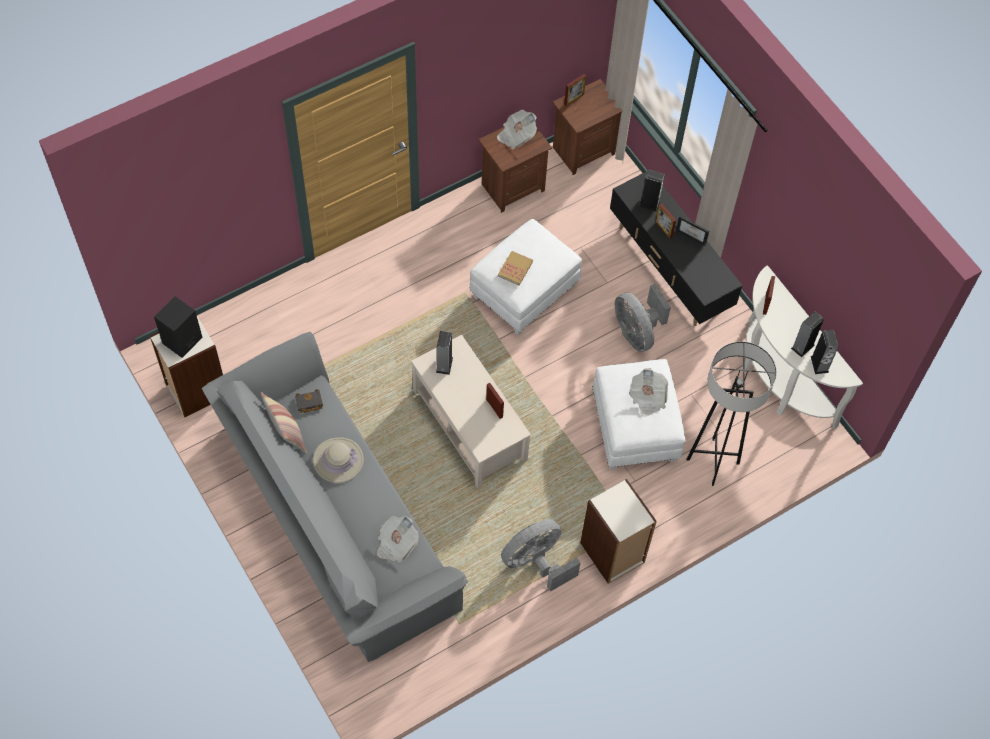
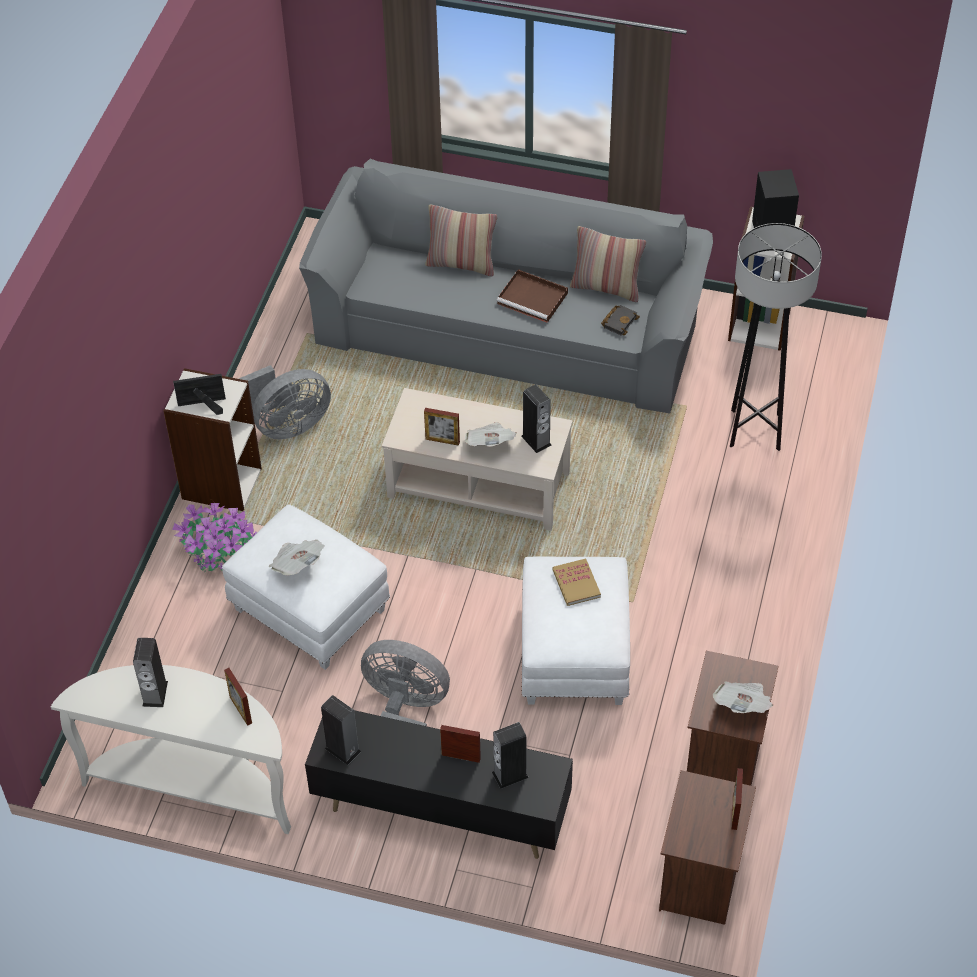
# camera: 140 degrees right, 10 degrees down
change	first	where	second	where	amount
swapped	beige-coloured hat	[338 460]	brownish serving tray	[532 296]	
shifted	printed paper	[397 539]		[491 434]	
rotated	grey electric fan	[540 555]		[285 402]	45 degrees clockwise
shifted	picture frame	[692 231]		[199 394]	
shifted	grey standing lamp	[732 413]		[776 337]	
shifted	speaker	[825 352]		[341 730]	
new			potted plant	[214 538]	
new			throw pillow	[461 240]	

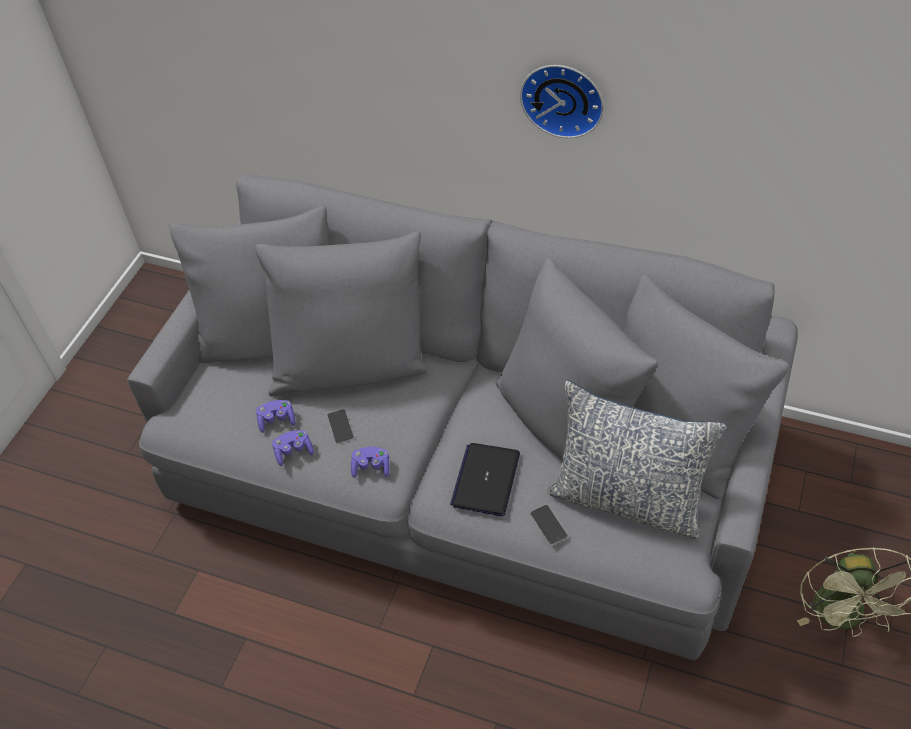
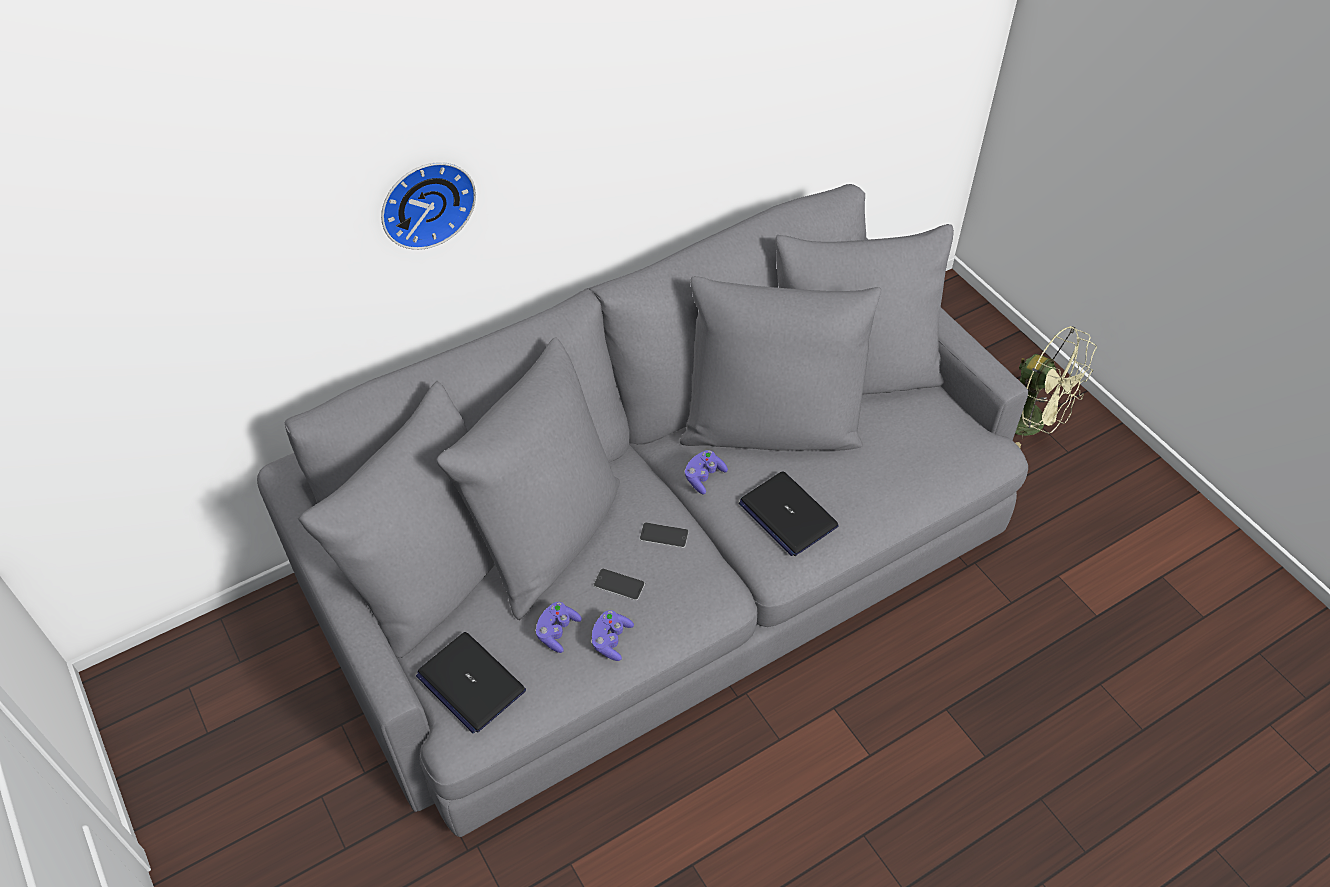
# camera: 55 degrees left, 0 degrees up
change	first	where	second	where	amount
shifted	purple-coloured gamepad	[370 462]		[706 472]	
shifted	clock on the wall	[562 101]		[428 206]	
shifted	telephone	[549 525]		[664 535]	
gone	throw pillow	[637 459]			
new			notebook computer	[471 682]	

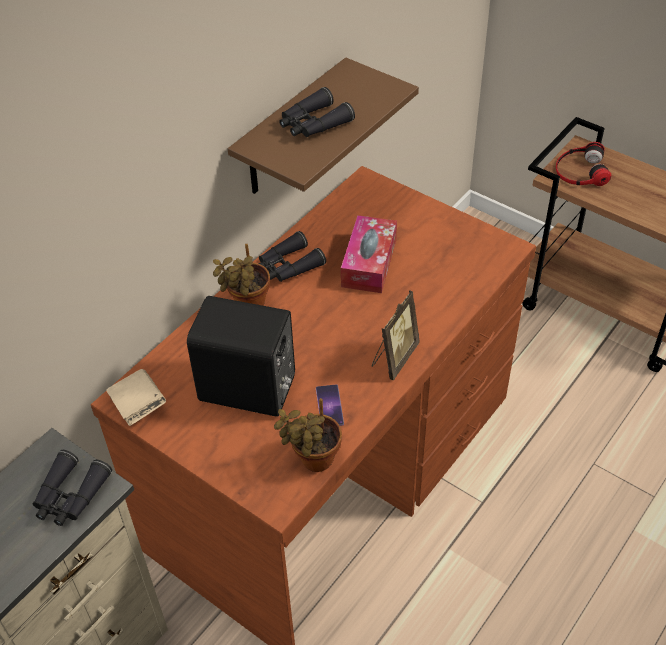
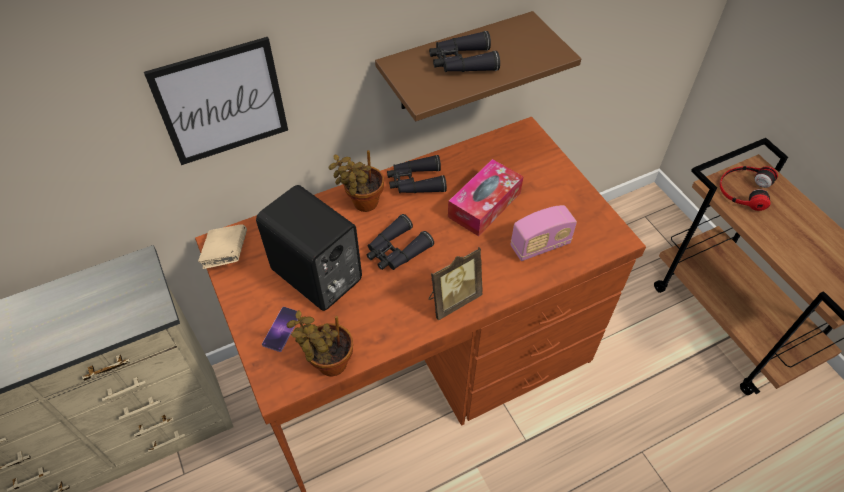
# camera: 25 degrees right, 5 degrees up
change	first	where	second	where	amount
shifted	black pair of binoculars	[72 488]		[400 242]	
shifted	telephone	[330 405]		[280 329]	
new			picture	[216 101]	
new			radio set	[544 233]	

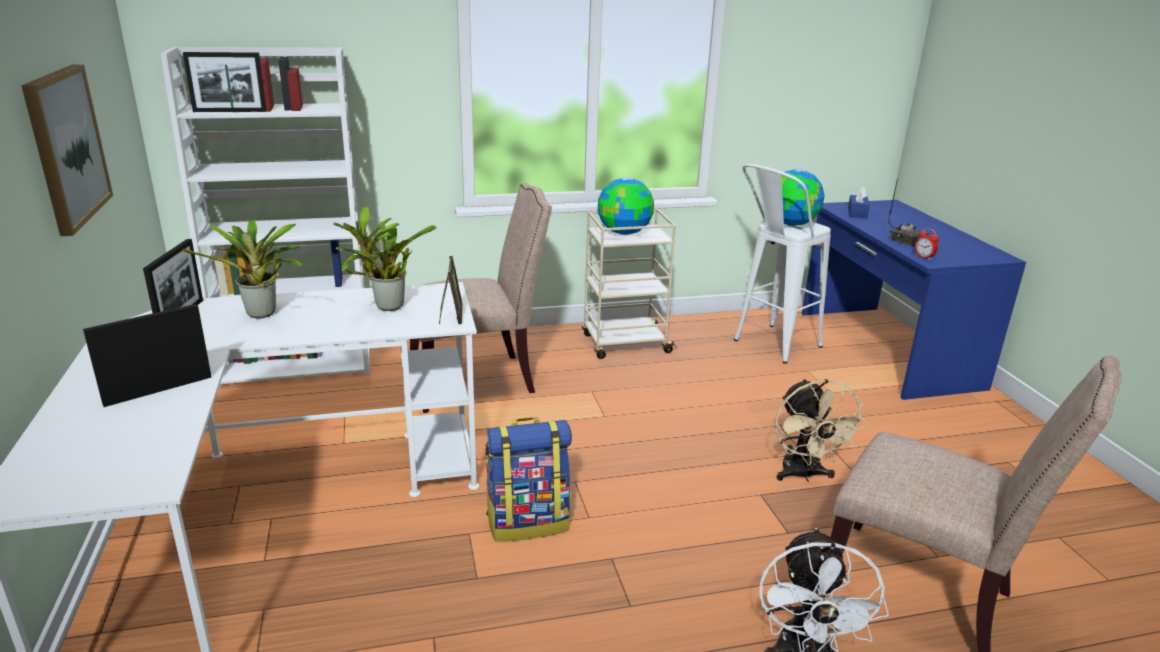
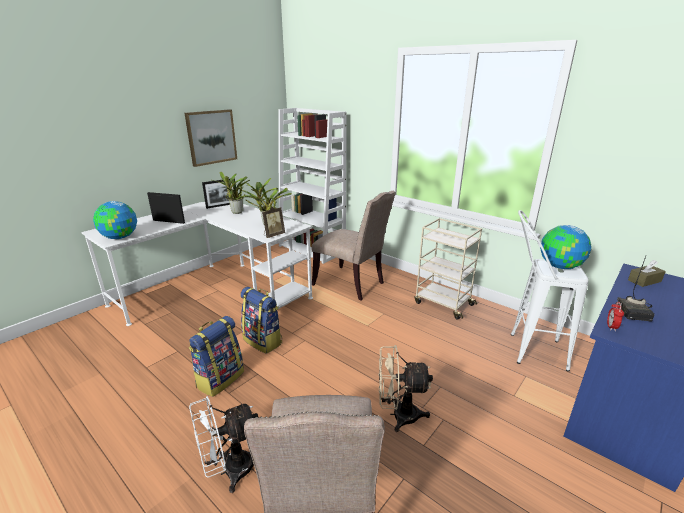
# camera: 55 degrees right, 0 degrees up
change	first	where	second	where	amount
gone	picture frame	[225 82]			
shifted	desk globe	[626 206]		[115 220]	
rotated	beige-coloured electric fan	[821 430]		[406 388]	45 degrees clockwise
repainted	blue-coloured tissue holder	[859 202]	brownish tissue holder	[647 273]	
new			knapsack	[216 356]	

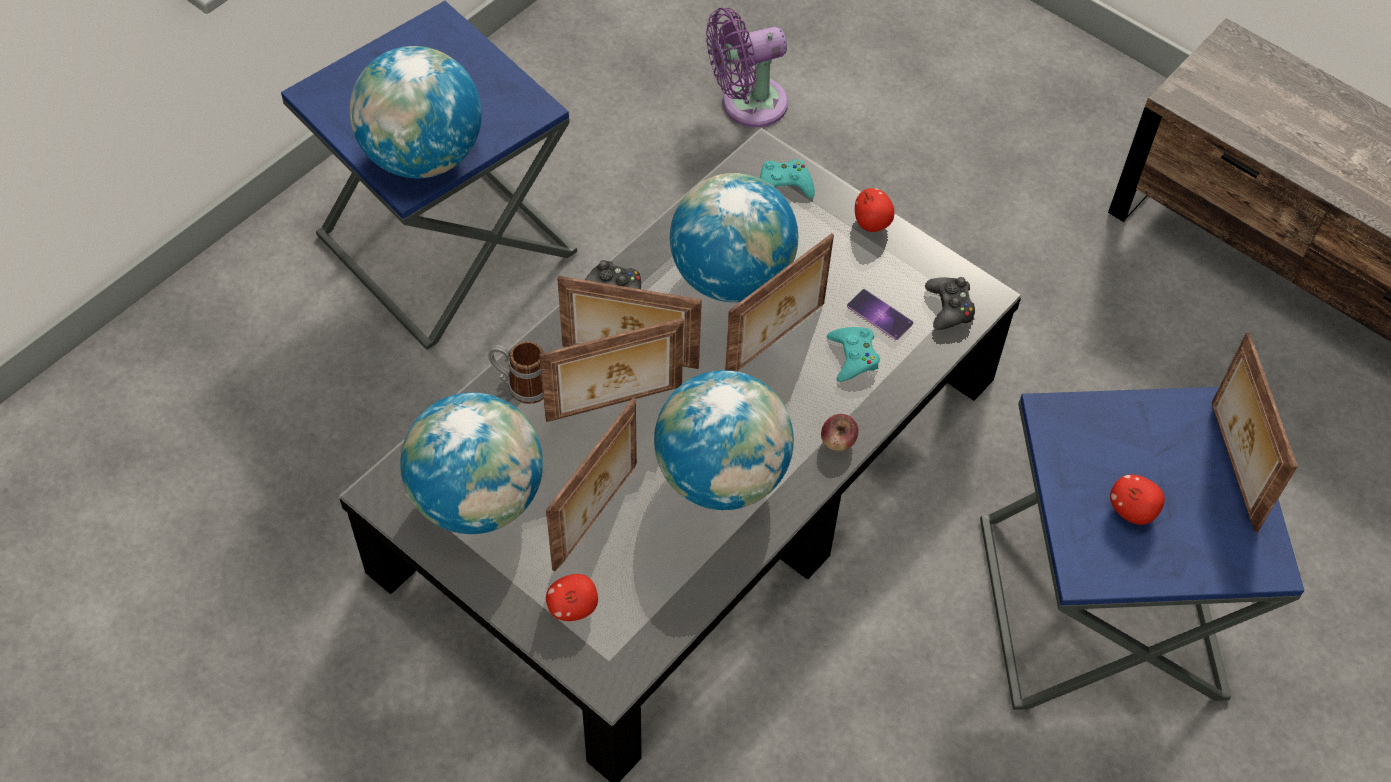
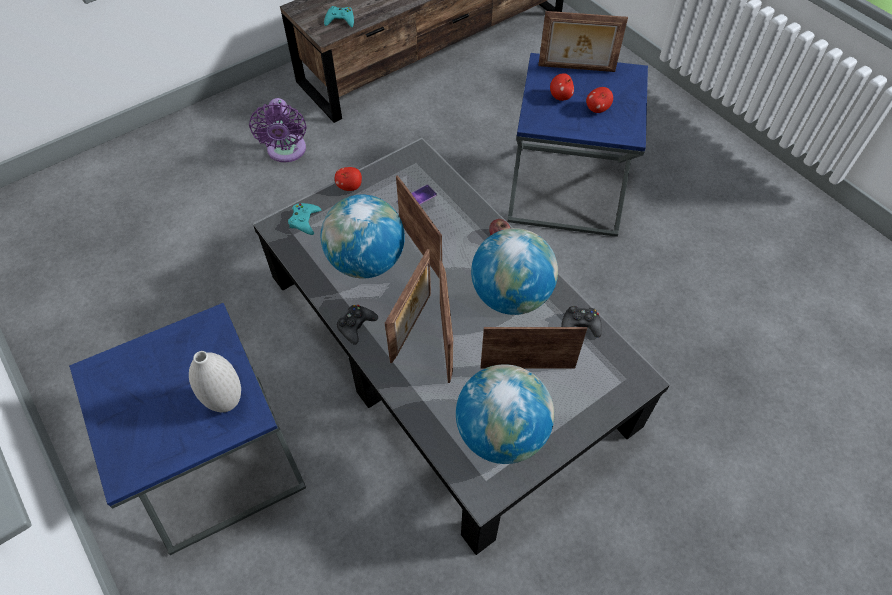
# camera: 75 degrees left, 0 degrees up
change	first	where	second	where	amount
swapped	desk globe	[416 112]	whitish flower vase	[215 381]	
gone	coffee mug	[516 372]			
rotated	picture frame	[591 485]		[534 348]	45 degrees counterclockwise
shifted	apple	[572 597]		[562 87]	
shifted	purple-coloured electric fan	[747 67]		[277 130]	
shifted	blue-green gamepad	[853 354]		[339 16]	
shifted	black gamepad	[950 303]		[581 322]	

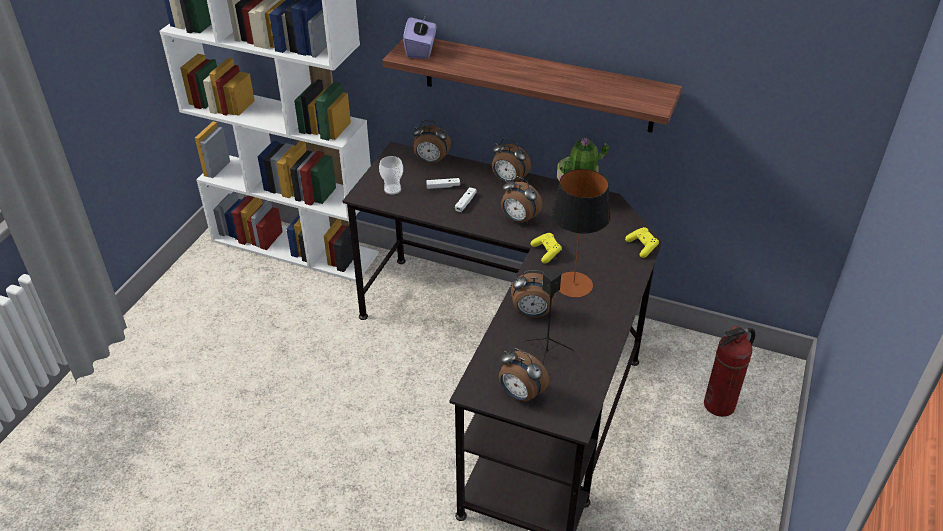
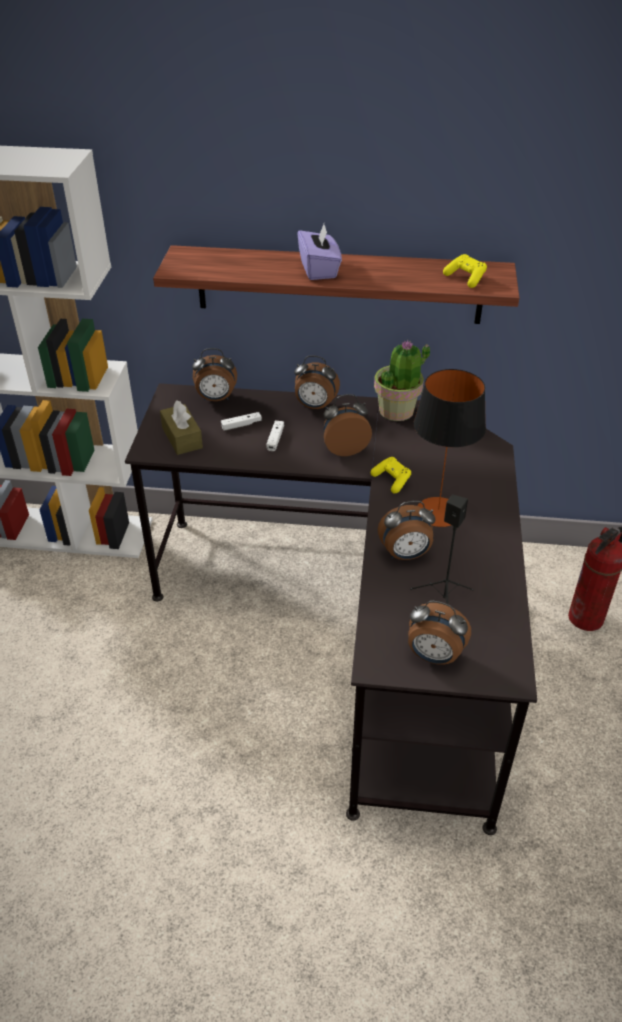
# camera: 15 degrees left, 0 degrees up
change	first	where	second	where	amount
swapped	cup	[391 175]	brownish tissue holder	[181 427]	
shifted	purple-coloured tissue holder	[419 37]		[319 252]	
rotated	bedside clock	[521 200]		[348 425]	150 degrees clockwise
shifted	yellow gamepad	[642 242]		[465 271]	

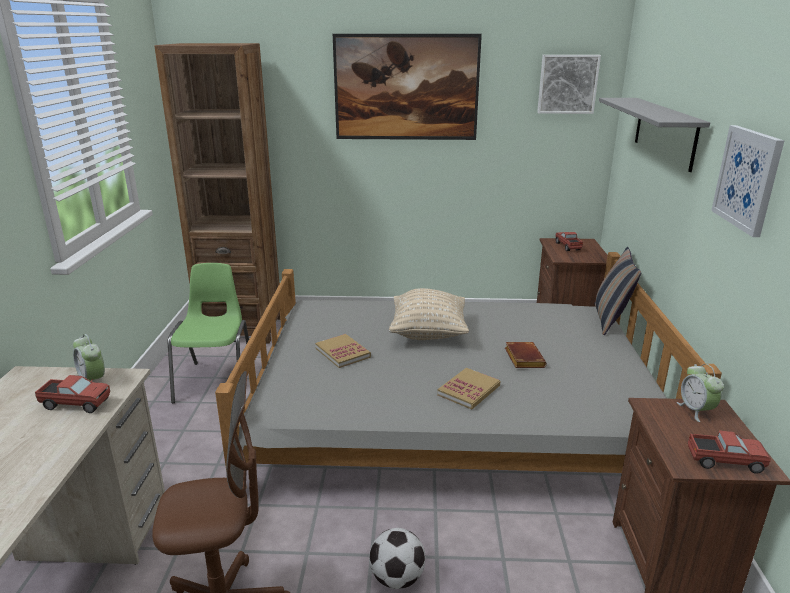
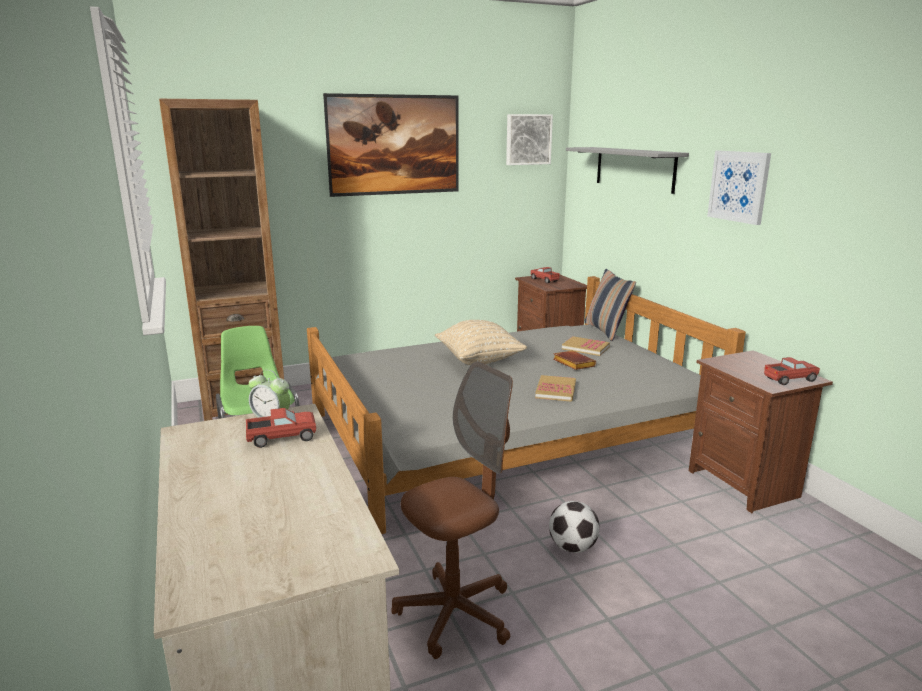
# camera: 25 degrees left, 5 degrees down
change	first	where	second	where	amount
shifted	book	[343 351]		[586 346]	
gone	bedside clock	[700 393]			

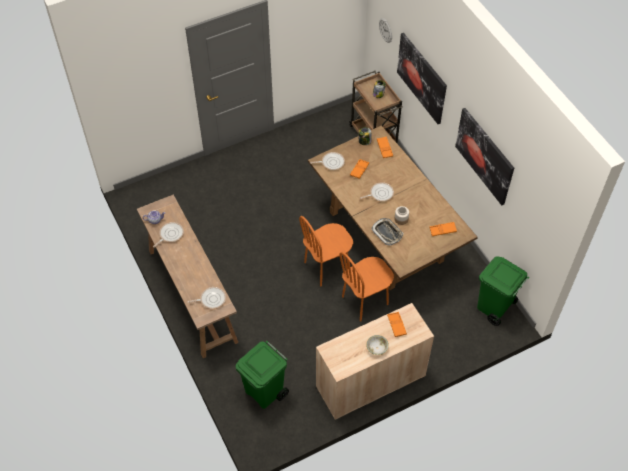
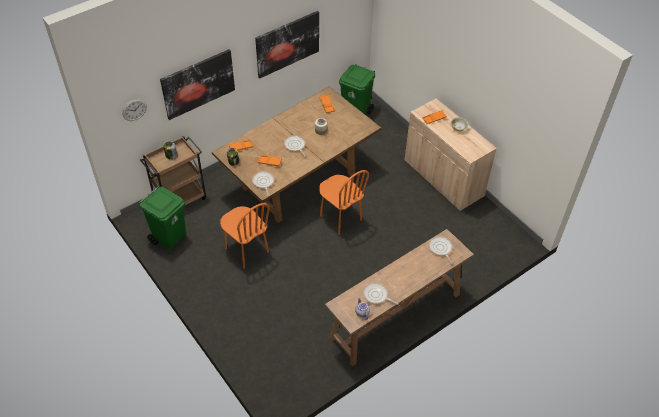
# camera: 100 degrees left, 5 degrees down
change	first	where	second	where	amount
shifted	green rubbish bin	[262 375]		[162 218]	
shifted	orange-coloured upright chair	[366 286]		[245 236]	
gone	serving tray	[387 232]			

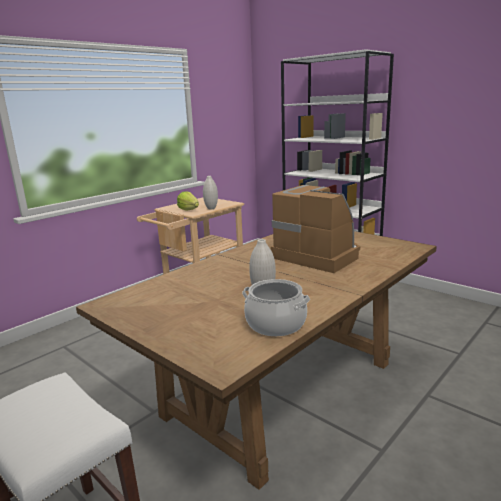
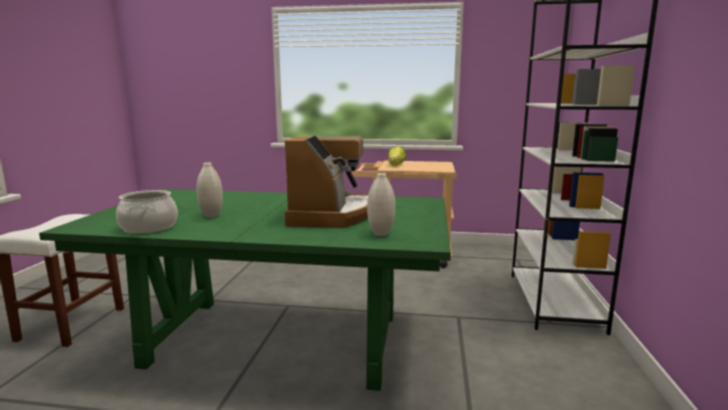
# camera: 55 degrees right, 5 degrees down
change	first	where	second	where	amount
repainted	brownish dinner table	[256 360]	green dinner table	[245 290]	
shifted	whitish flower vase	[210 192]		[381 204]	

